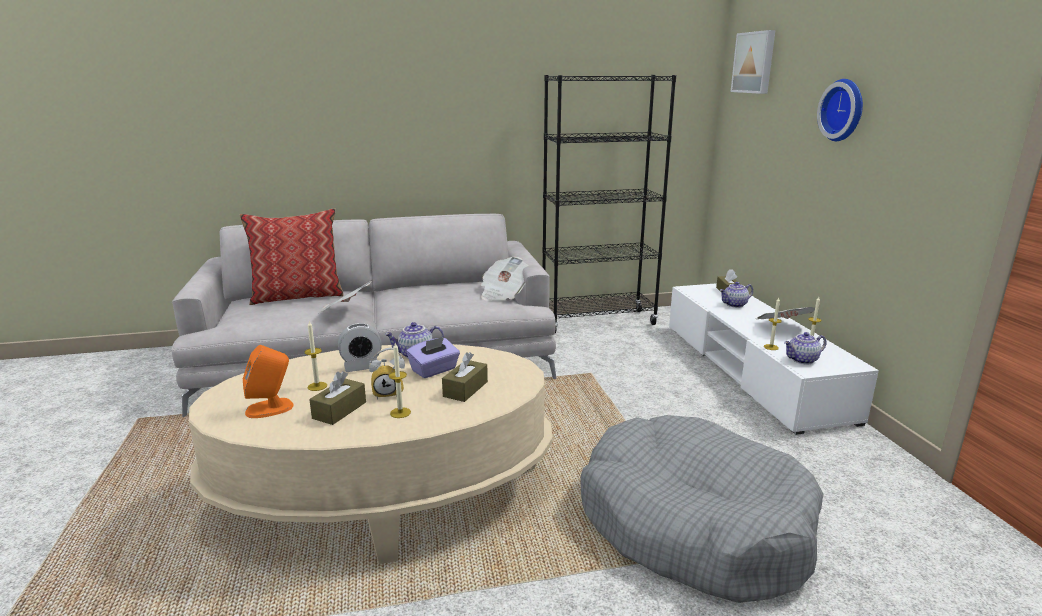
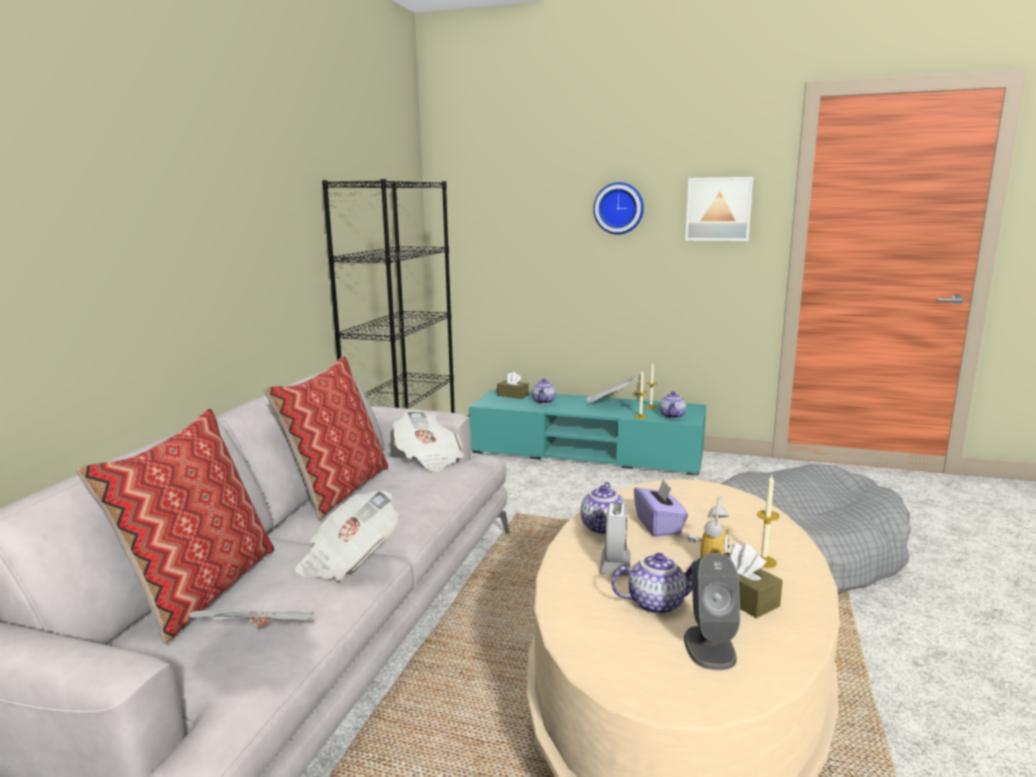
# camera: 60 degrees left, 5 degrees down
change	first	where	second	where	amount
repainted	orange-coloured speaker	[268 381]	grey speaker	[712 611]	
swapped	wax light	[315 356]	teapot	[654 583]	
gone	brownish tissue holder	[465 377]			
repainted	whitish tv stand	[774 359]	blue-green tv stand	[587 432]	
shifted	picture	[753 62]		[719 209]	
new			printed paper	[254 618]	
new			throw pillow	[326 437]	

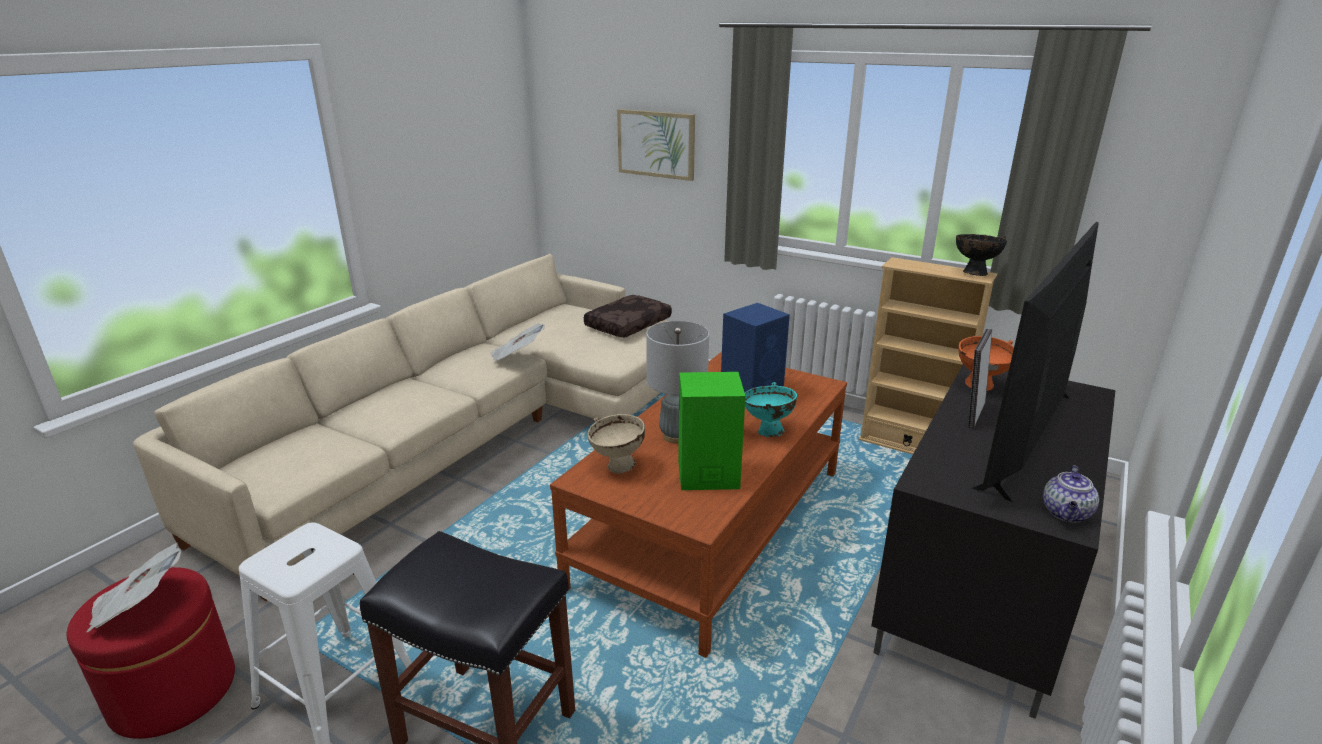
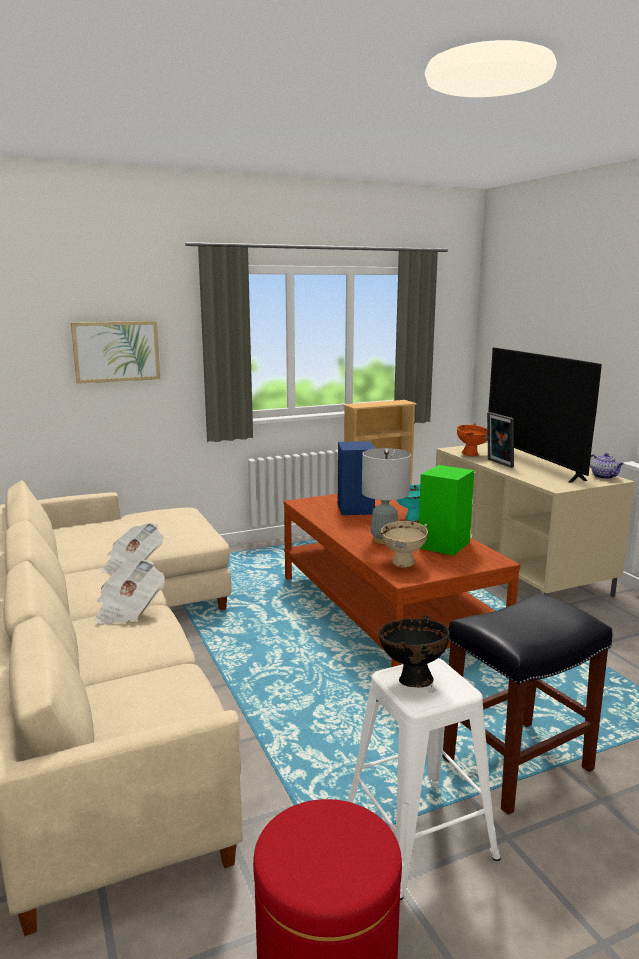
# camera: 55 degrees left, 10 degrees down
change	first	where	second	where	amount
shifted	printed paper	[133 588]		[130 592]	
gone	brownish throw pillow	[628 316]			
repainted	black tv stand	[993 541]	beige-coloured tv stand	[535 520]	
shifted	black serving bowl	[981 255]		[414 651]	

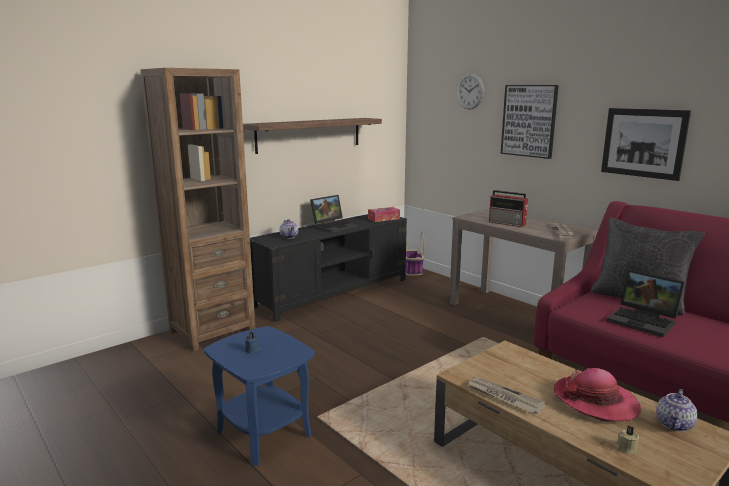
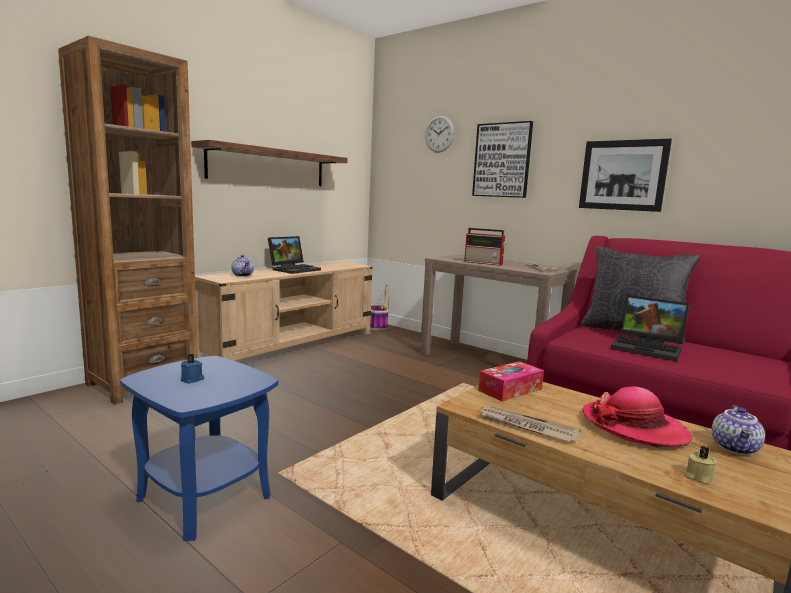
# camera: 10 degrees left, 5 degrees down
change	first	where	second	where	amount
repainted	black tv stand	[328 268]	beige-coloured tv stand	[284 311]	
shifted	tissue holder	[384 214]		[511 381]	

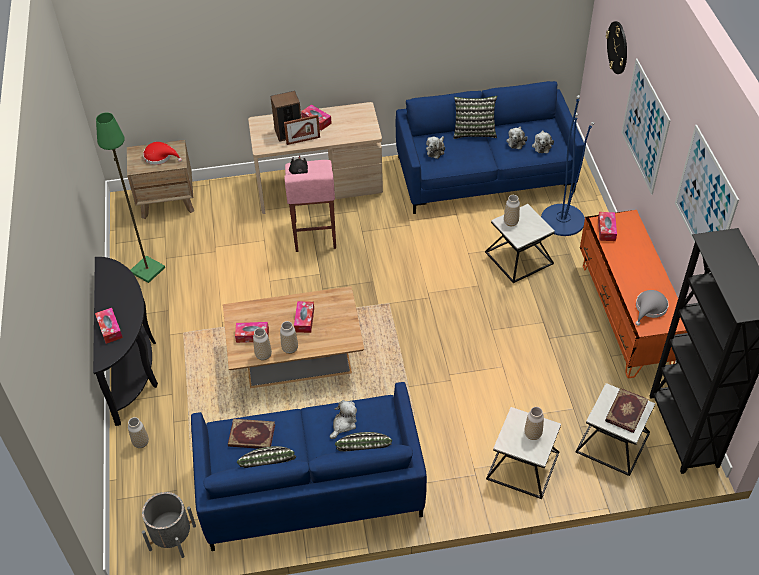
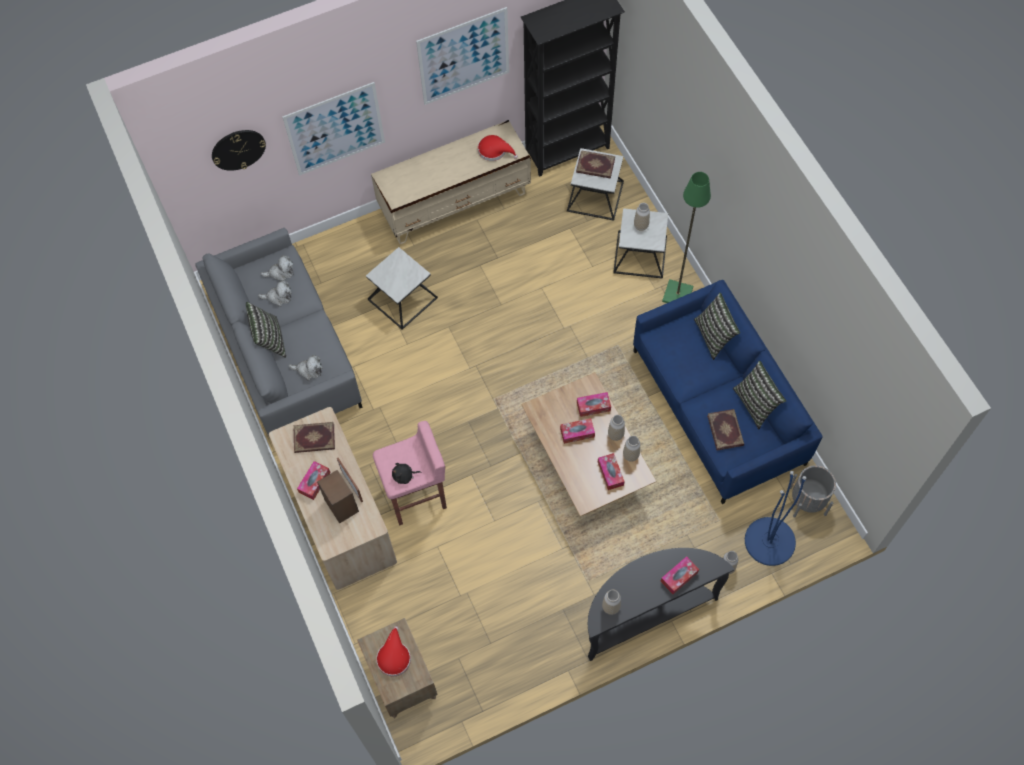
# camera: 105 degrees left, 15 degrees up
change	first	where	second	where	amount
shifted	green standing lamp	[130 197]		[686 237]	
gone	plush toy	[343 419]			
repainted	blue-coloured sofa	[490 147]	grey sofa	[279 333]	
shifted	flower vase	[512 210]		[611 602]	
shifted	blue-coloured standing lamp	[567 165]		[775 518]	
repainted	orange-coloured tv stand	[633 294]	beige-coloured tv stand	[451 182]	
shifted	tissue holder	[607 226]		[594 404]	
repainted	grey hat	[652 308]	reddish hat	[498 148]	
new			book	[314 437]	

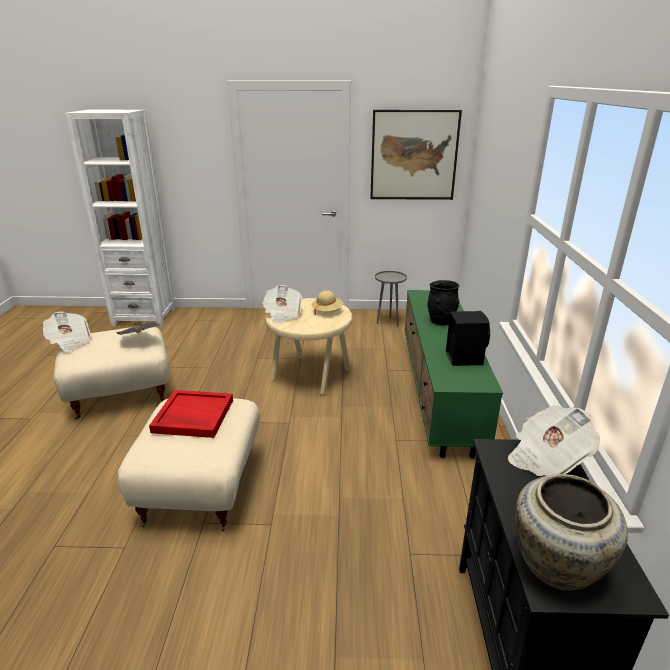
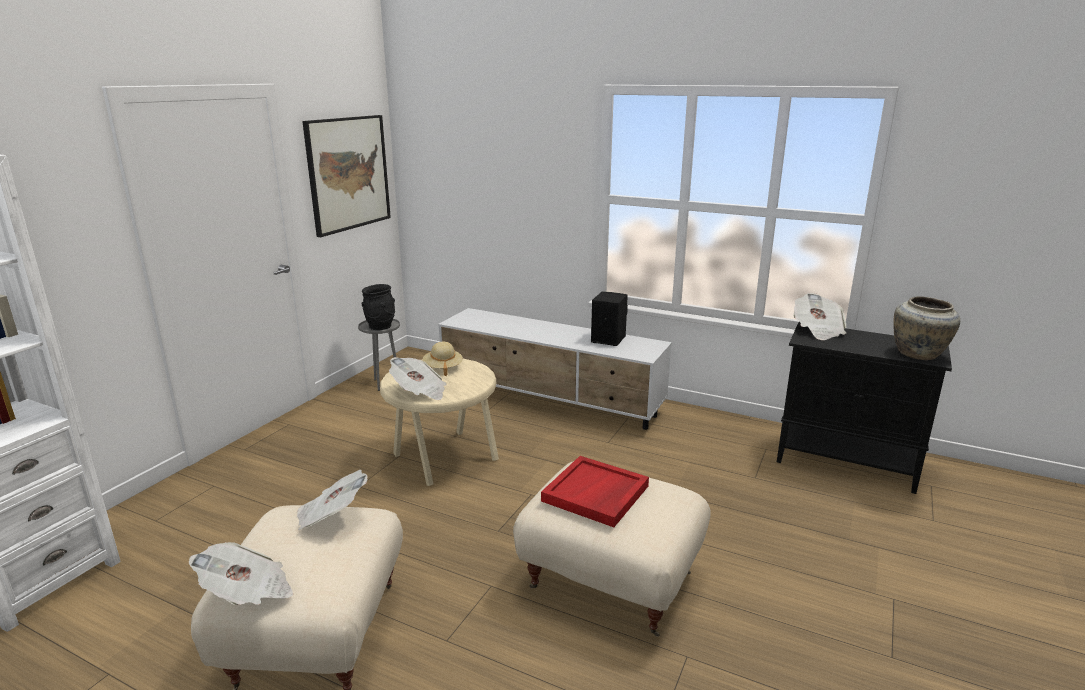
# camera: 65 degrees left, 5 degrees down
change	first	where	second	where	amount
repainted	green tv stand	[454 374]	whitish tv stand	[555 369]	
shifted	black flower vase	[443 302]		[378 307]	

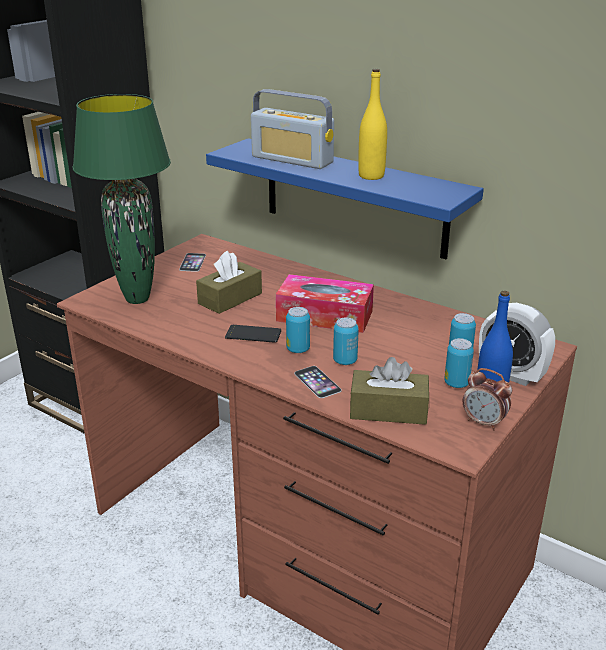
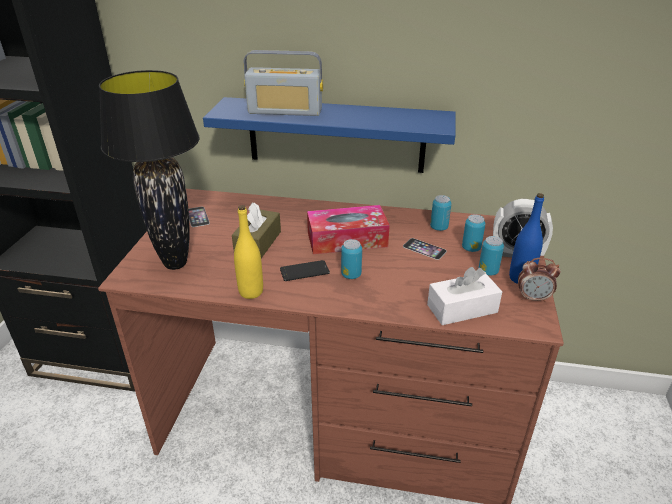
# camera: 25 degrees left, 5 degrees up
change	first	where	second	where	amount
repainted	green table lamp	[121 199]	black table lamp	[149 170]	
shifted	telephone	[318 382]		[425 249]	
shifted	can	[346 341]		[440 213]	
repainted	brownish tissue holder	[389 391]	whitish tissue holder	[464 296]	
shifted	yellow bottle	[372 124]		[248 252]	

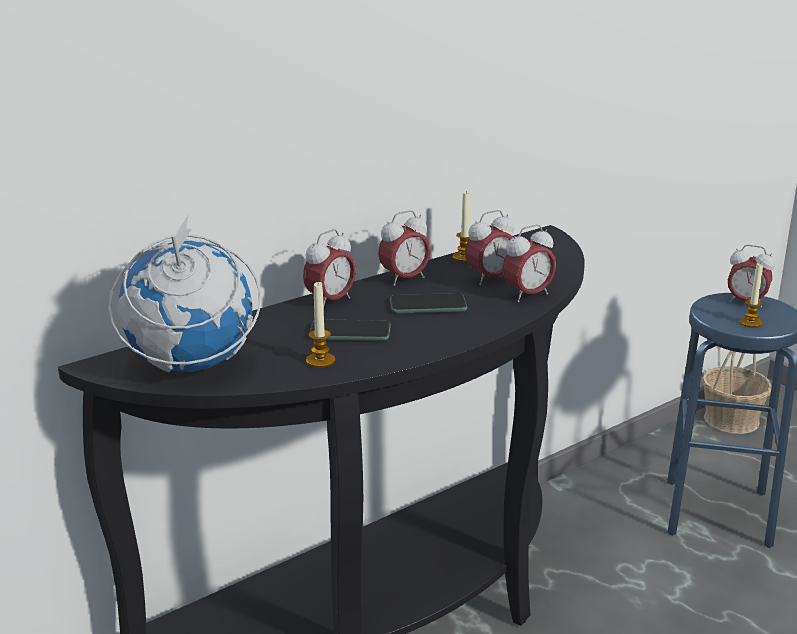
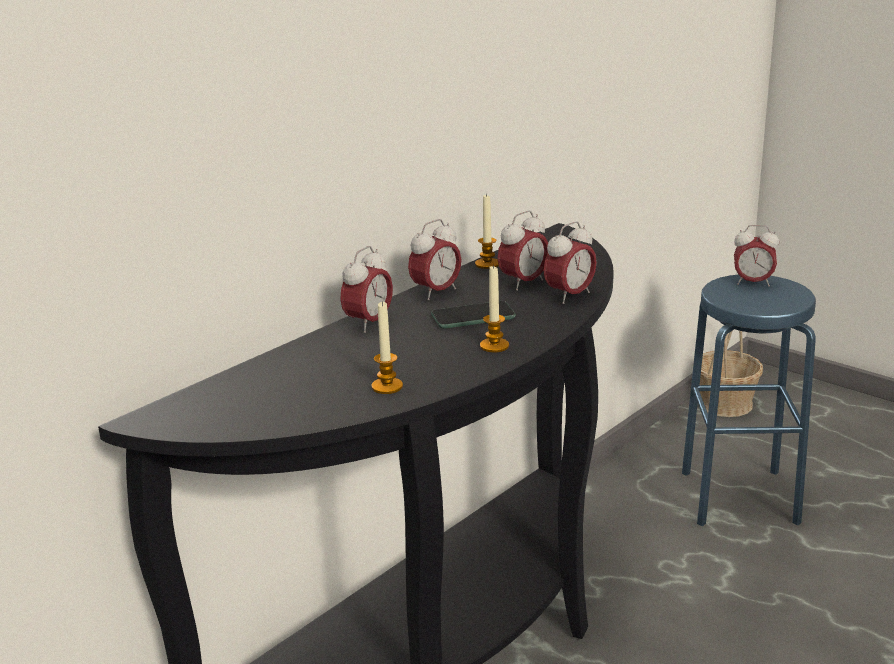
# camera: 10 degrees left, 0 degrees up
change	first	where	second	where	amount
gone	desk globe	[184 293]			
gone	telephone	[350 330]			
shifted	wax light	[751 295]		[494 308]	

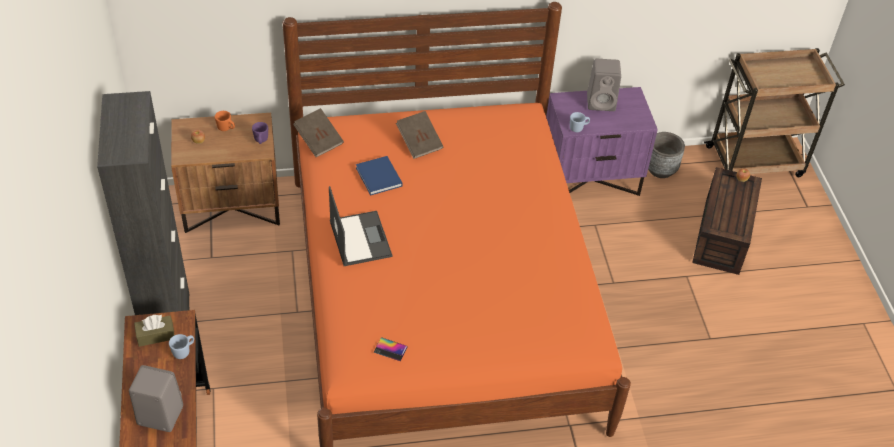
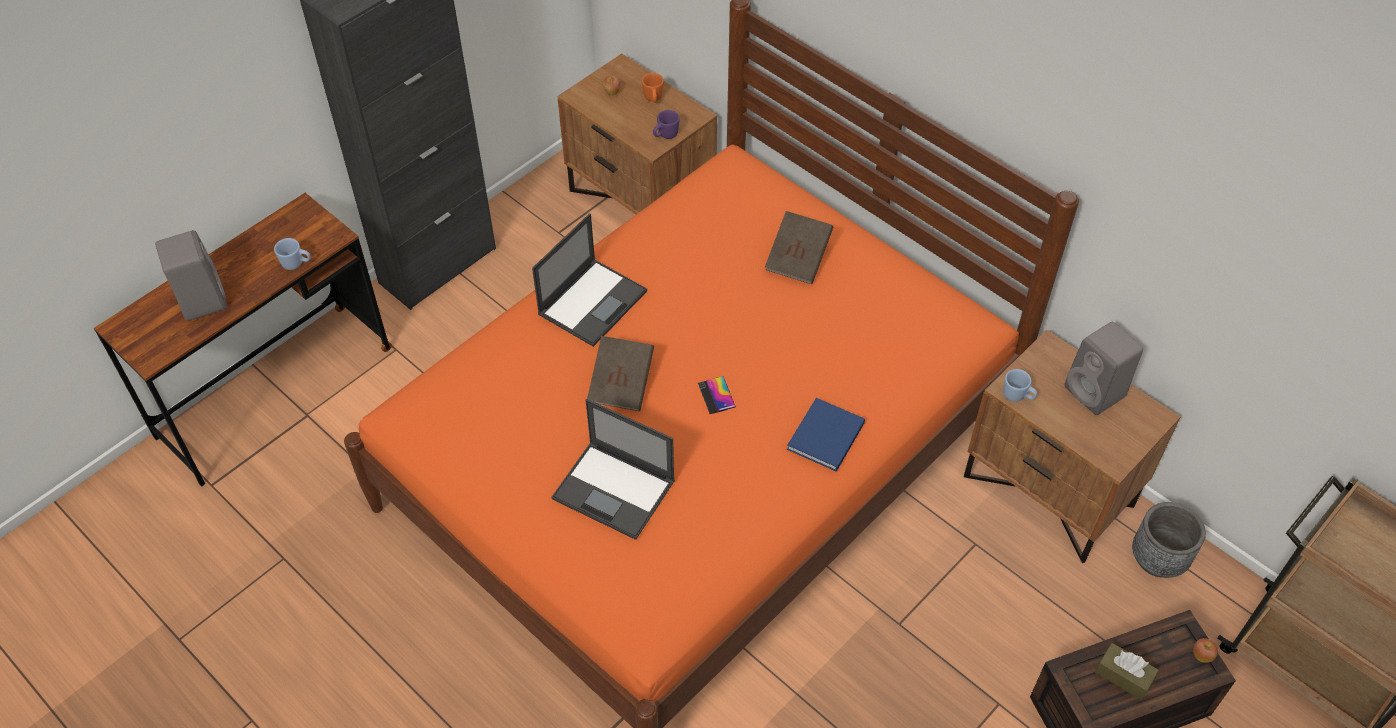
# camera: 55 degrees right, 5 degrees up
change	first	where	second	where	amount
shifted	brownish tissue holder	[154 331]		[1127 671]	
shifted	brownish book	[318 132]		[620 373]	
shifted	blue-coloured book	[379 176]		[826 435]	
shifted	telephone	[391 349]		[717 395]	
repainted	purple-coloured night table	[602 141]	brownish night table	[1072 446]	
new			notebook computer	[613 469]	

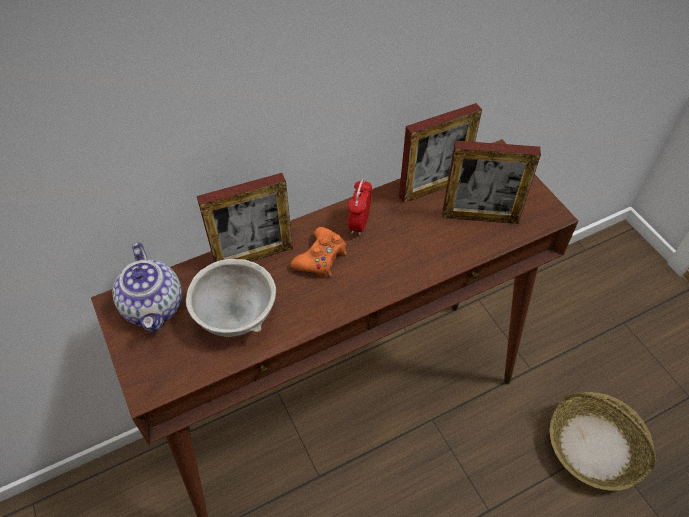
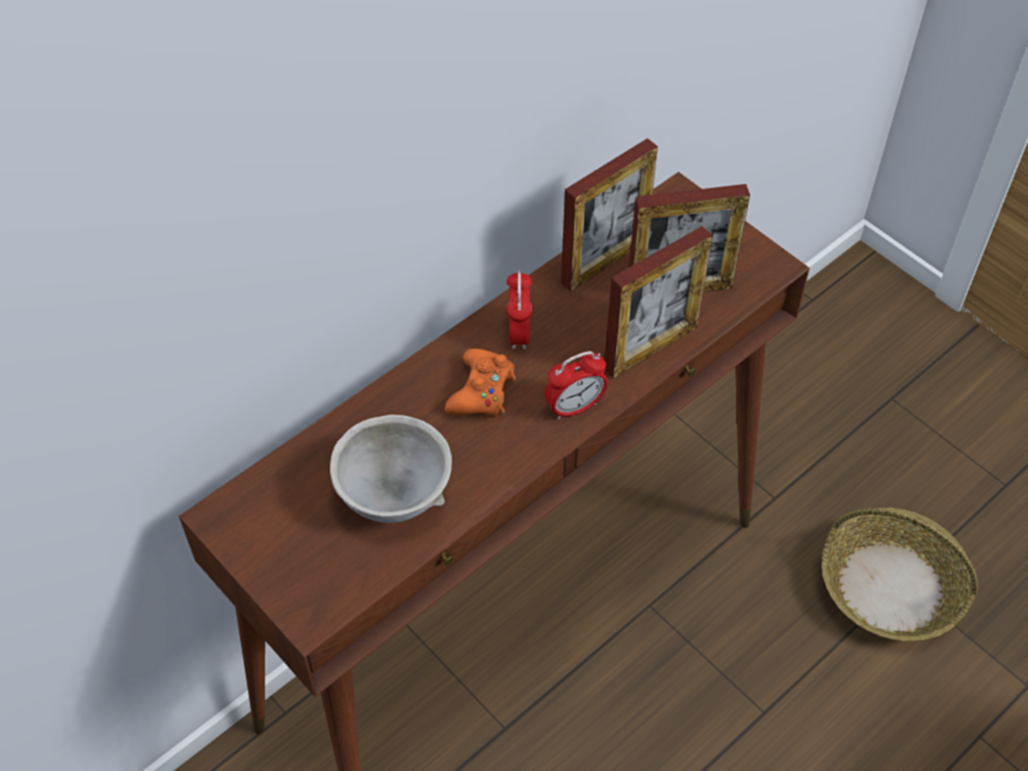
# camera: 15 degrees left, 0 degrees up
change	first	where	second	where	amount
gone	teapot	[147 287]			
shifted	picture frame	[245 217]		[659 302]	
new			bedside clock	[576 385]	

